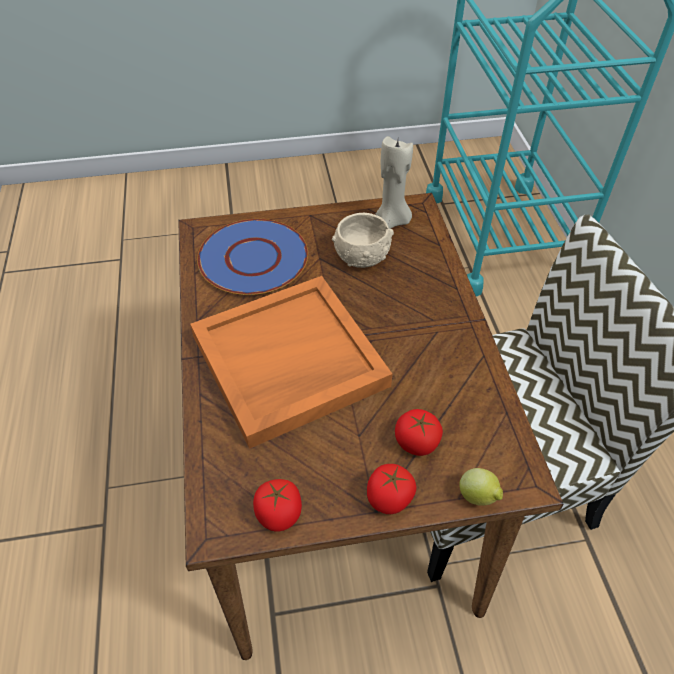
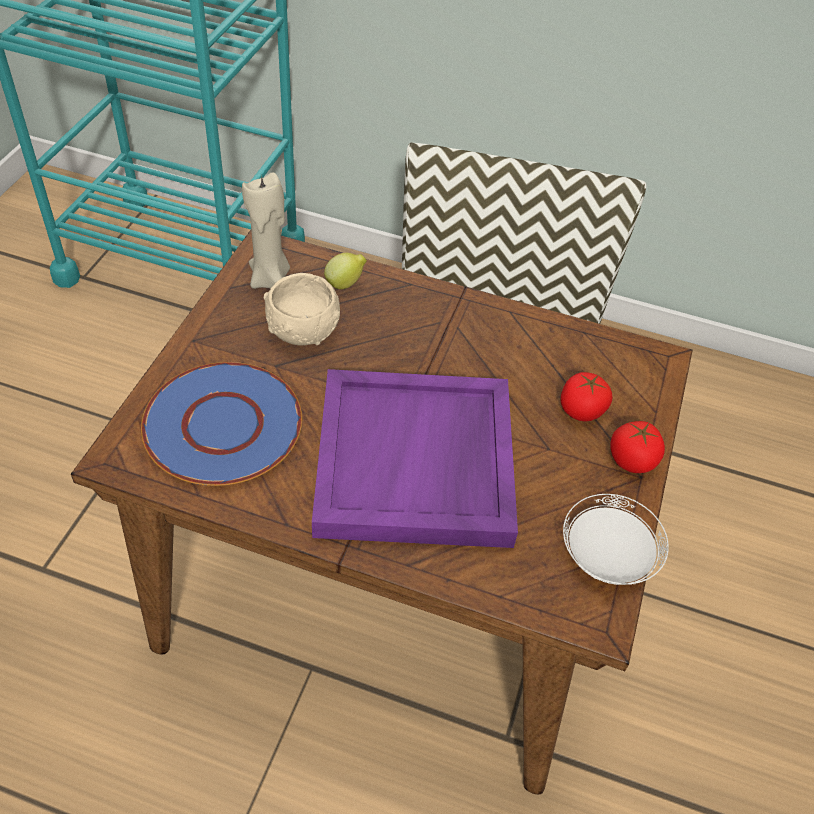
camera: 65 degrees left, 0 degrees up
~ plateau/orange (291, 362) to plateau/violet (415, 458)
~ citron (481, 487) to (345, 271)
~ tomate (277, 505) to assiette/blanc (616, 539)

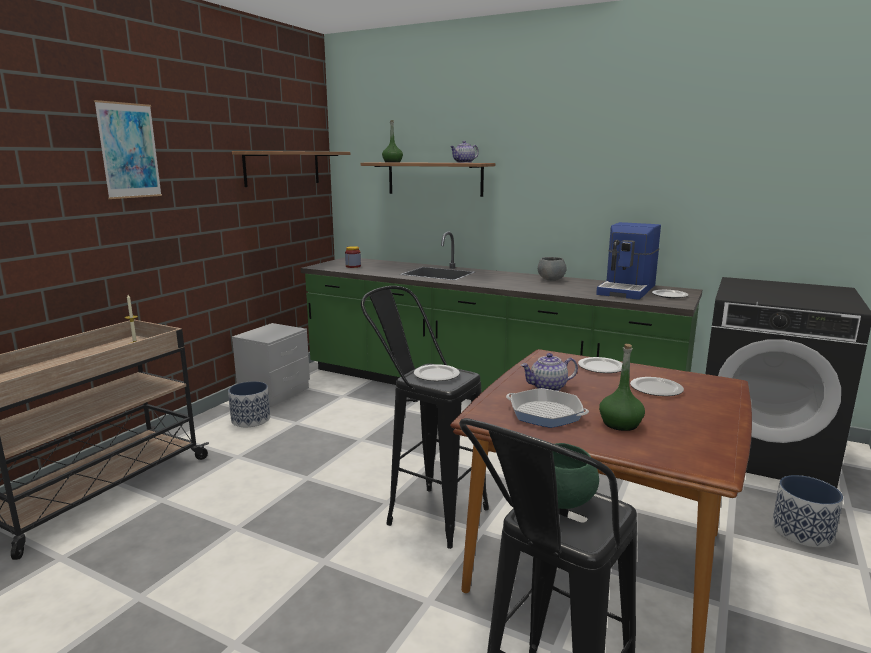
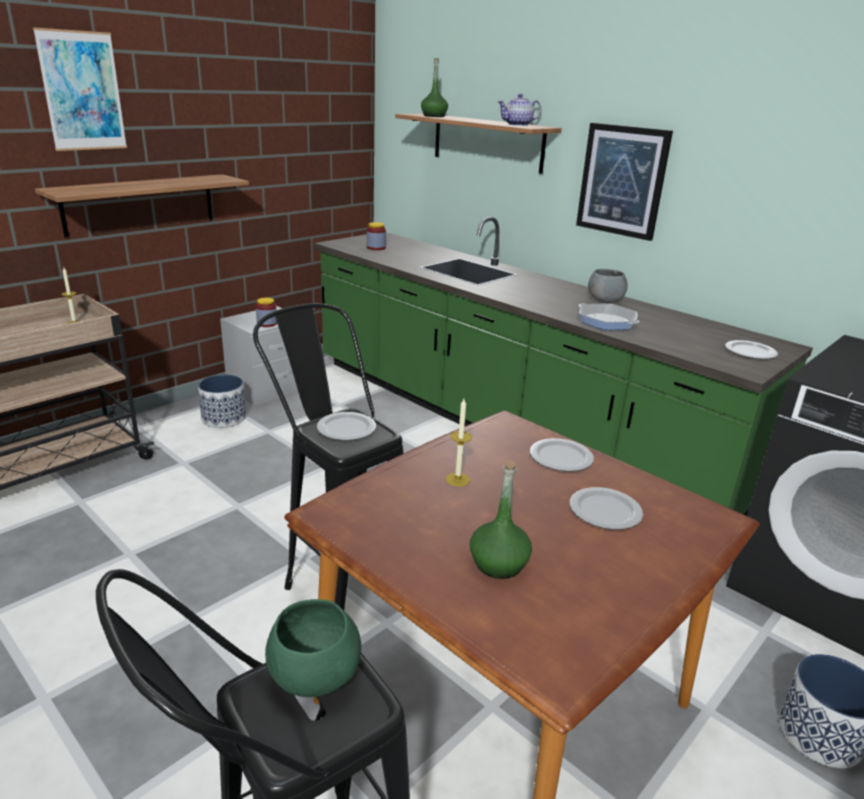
camera: 15 degrees right, 10 degrees up
~ étagère (291, 169) to (142, 206)
- machine à café (628, 261)
~ théière (549, 372) to bougie (459, 443)
~ poêle (547, 408) to (609, 317)
+ tableau (624, 182)
+ bocal (266, 312)

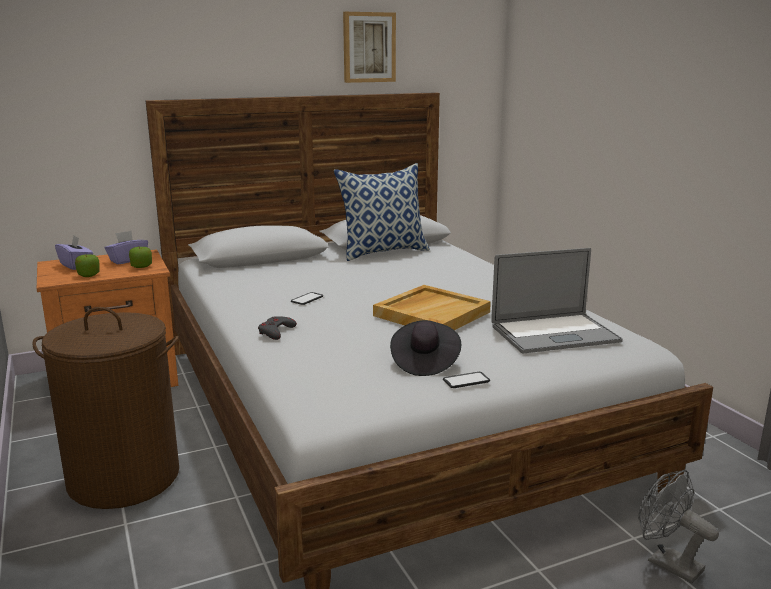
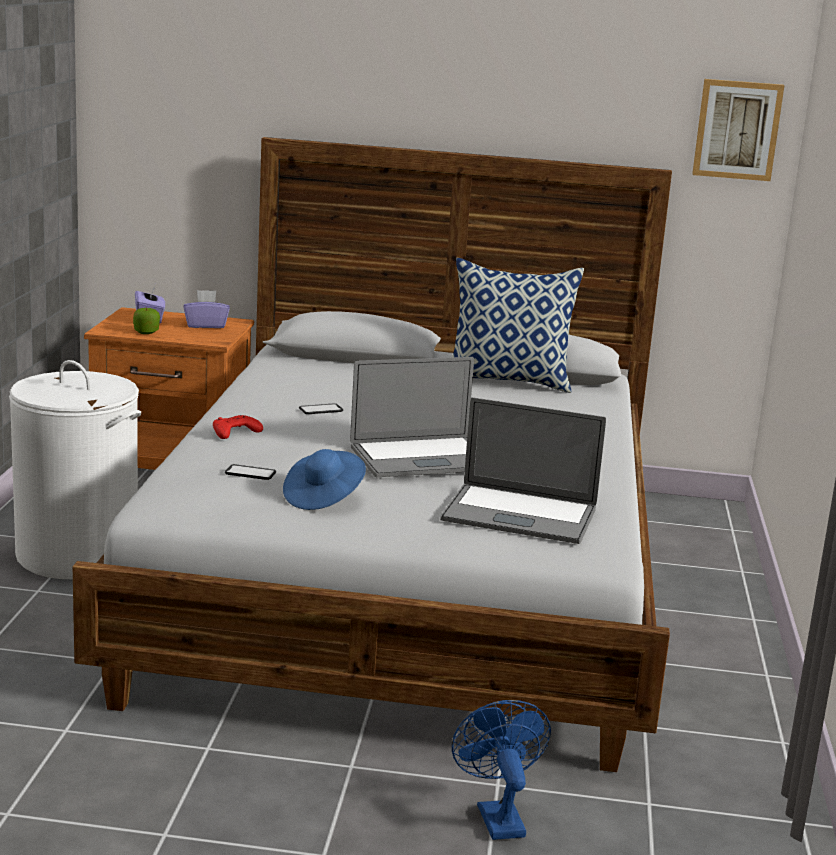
camera: 30 degrees right, 0 degrees up
~ tableau (369, 47) to (738, 130)
- pomme (140, 257)
~ plateau/beige (432, 307) to ordinateur portable (412, 417)
~ panier à linge/marron (105, 408) to panier à linge/blanc (75, 469)
~ manette/gris (277, 328) to manette/rouge (238, 427)
~ chapeau/noir (425, 348) to chapeau/bleu (324, 479)
~ téléphone (466, 380) to (250, 472)
~ ventilateur/gris (678, 526) to ventilateur/bleu (501, 770)

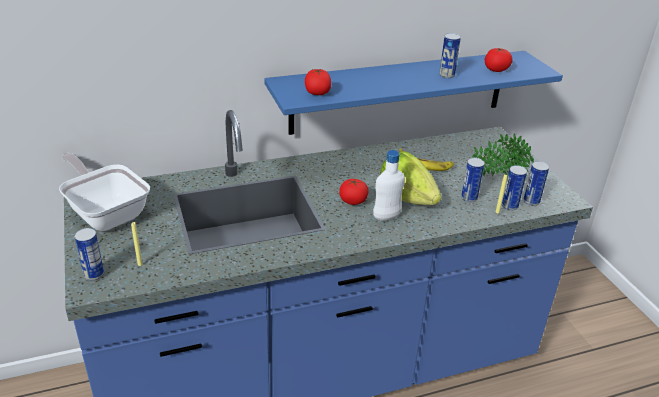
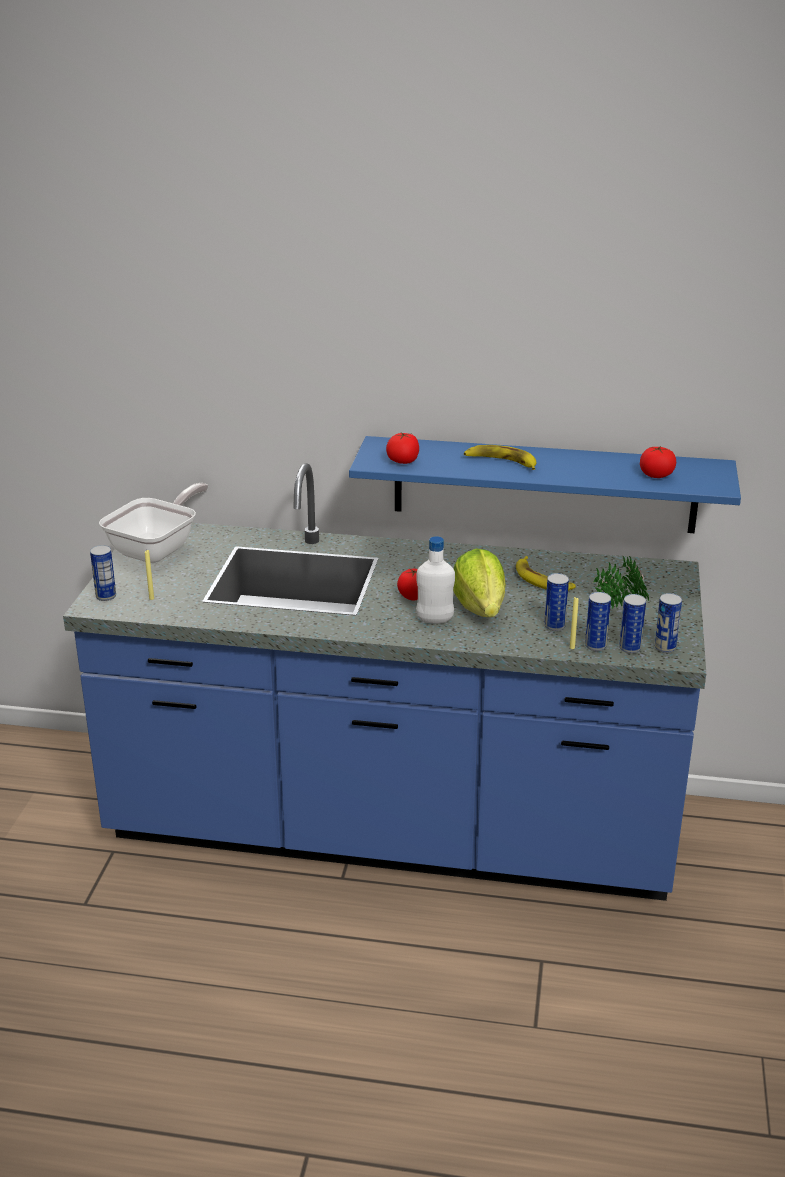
camera: 30 degrees right, 5 degrees down
~ boîte métallique (450, 55) to (668, 623)
~ poêle (104, 192) = (153, 523) 45 degrees clockwise
+ banane (500, 457)

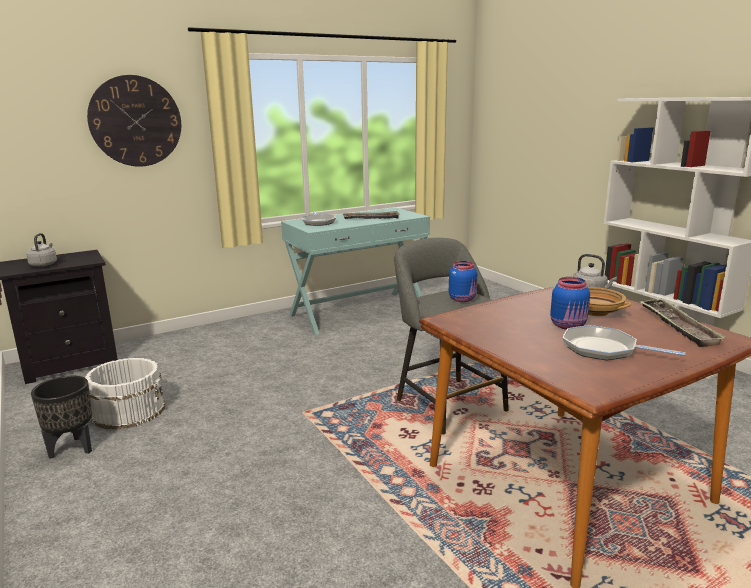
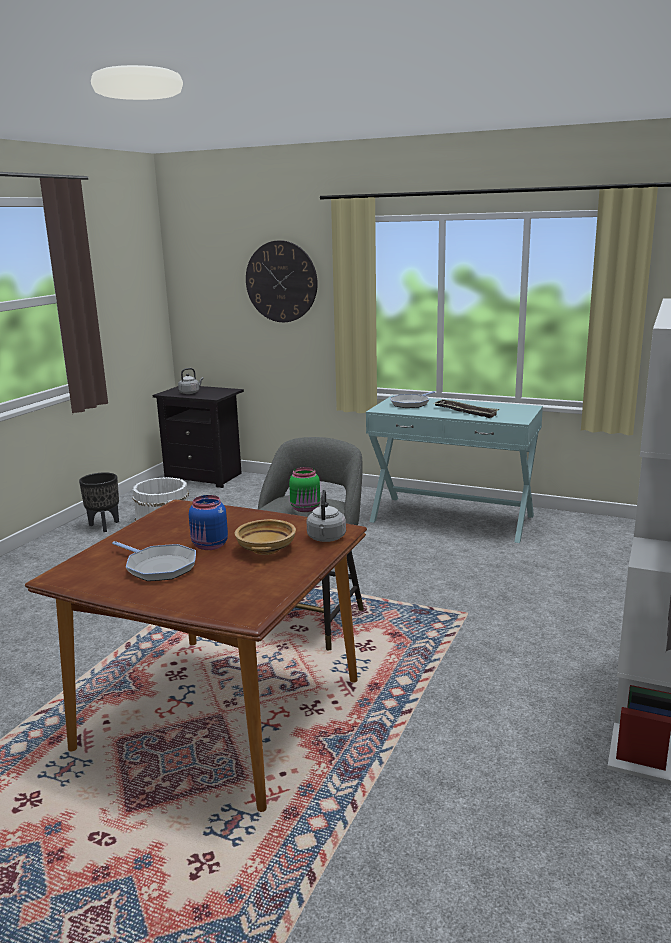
camera: 55 degrees right, 0 degrees up
~ bocal/bleu (463, 281) to bocal/vert (304, 489)
- plateau (683, 323)
~ poêle (624, 343) = (154, 561) 135 degrees clockwise

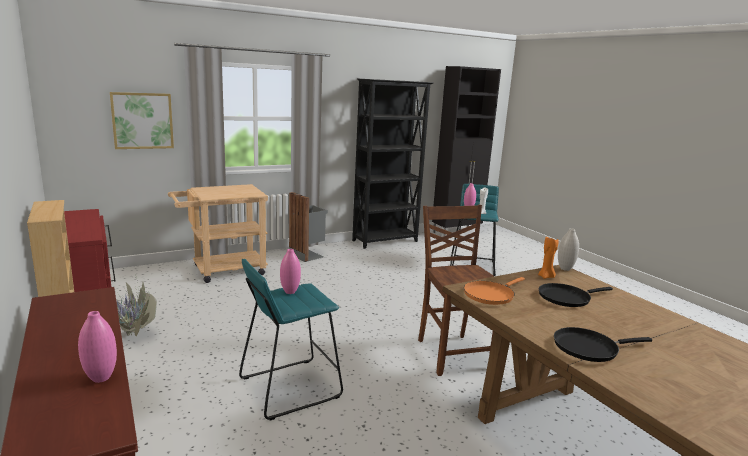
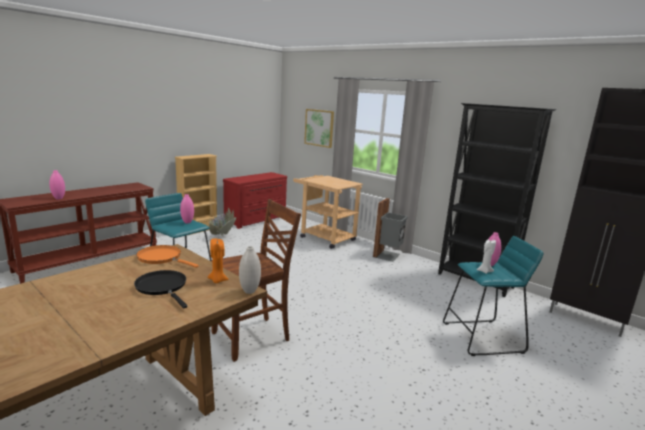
camera: 70 degrees right, 0 degrees up
- poêle/noir (603, 344)

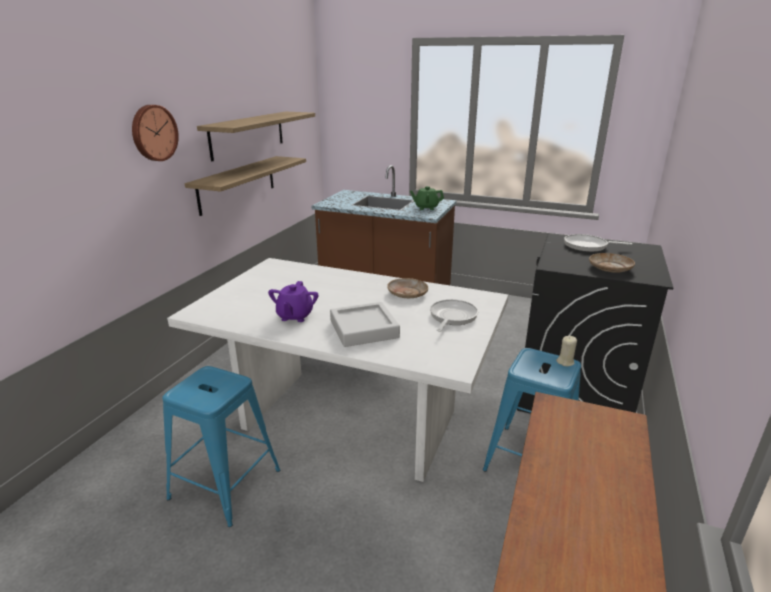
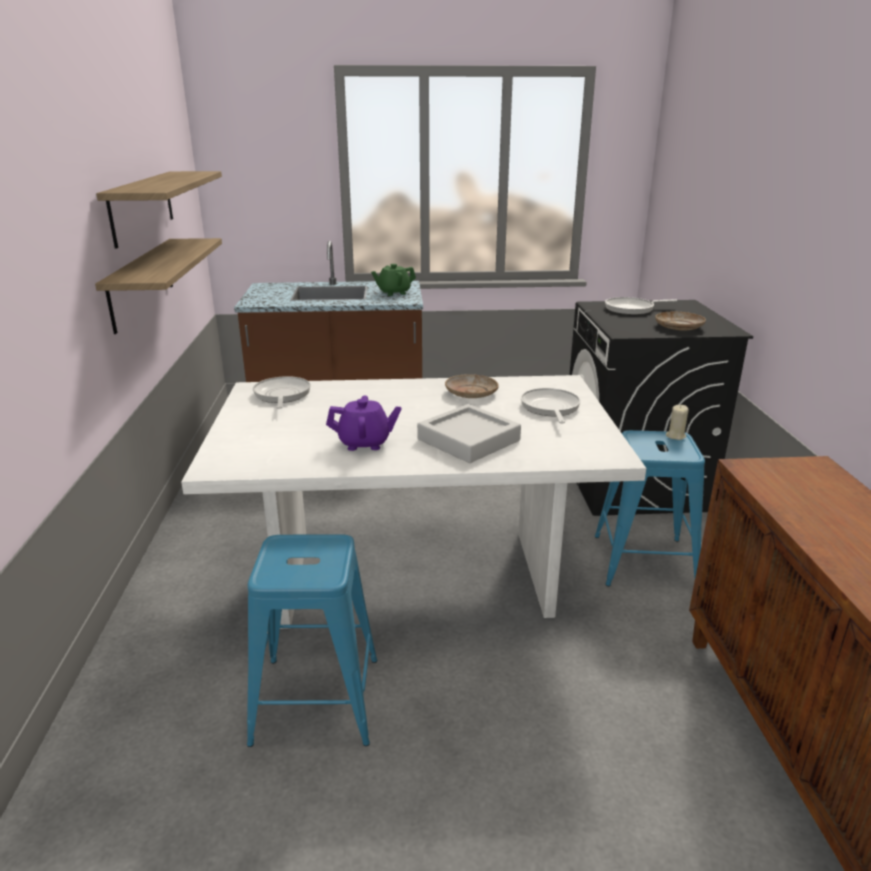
camera: 25 degrees left, 0 degrees up
- horloge murale (155, 133)
~ théière/violet (293, 301) = (363, 423) 75 degrees counterclockwise
+ poêle (282, 392)

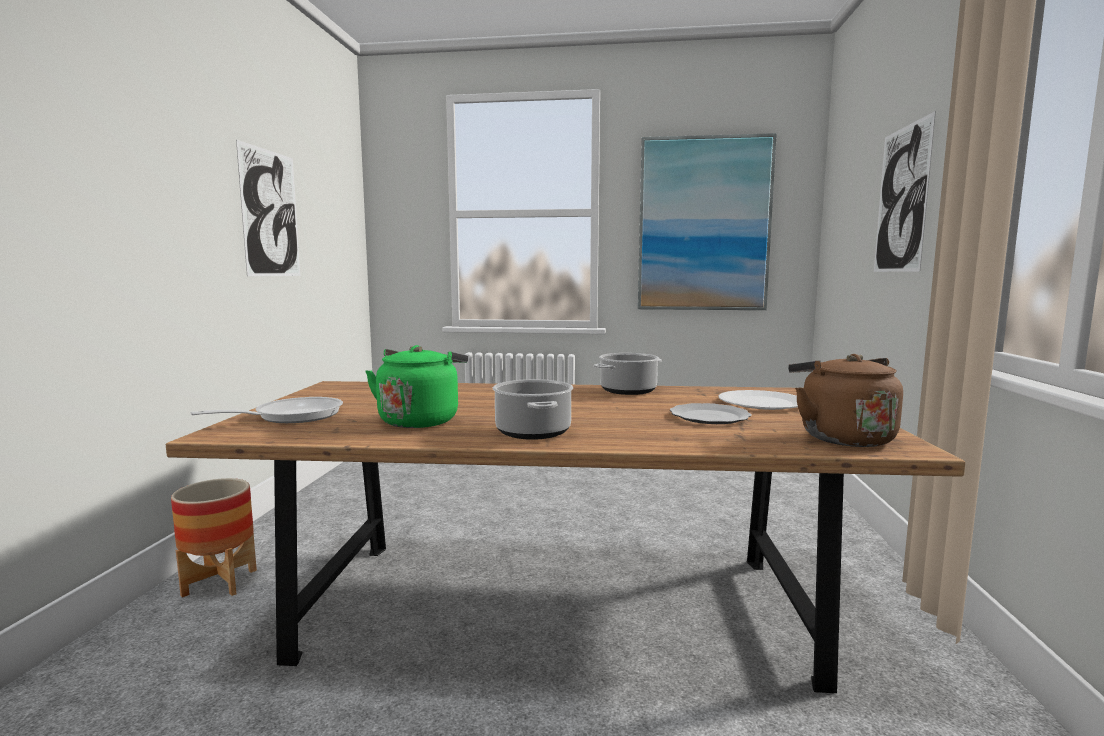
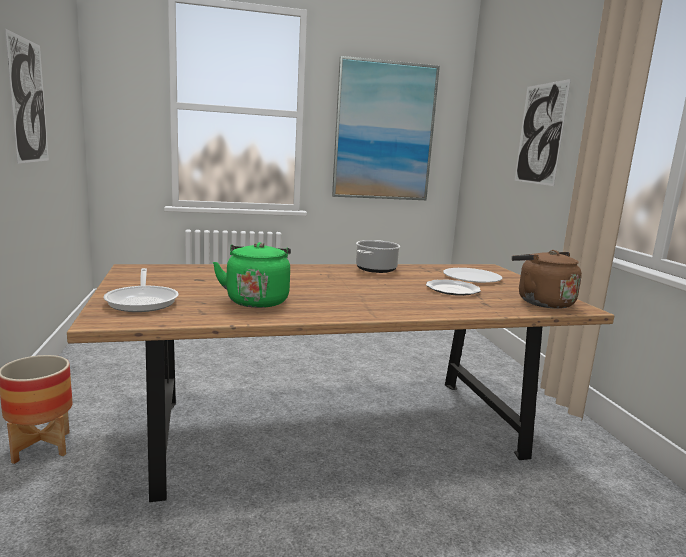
camera: 20 degrees left, 5 degrees up
- marmite (533, 409)
~ poêle (266, 410) = (141, 290) 135 degrees clockwise

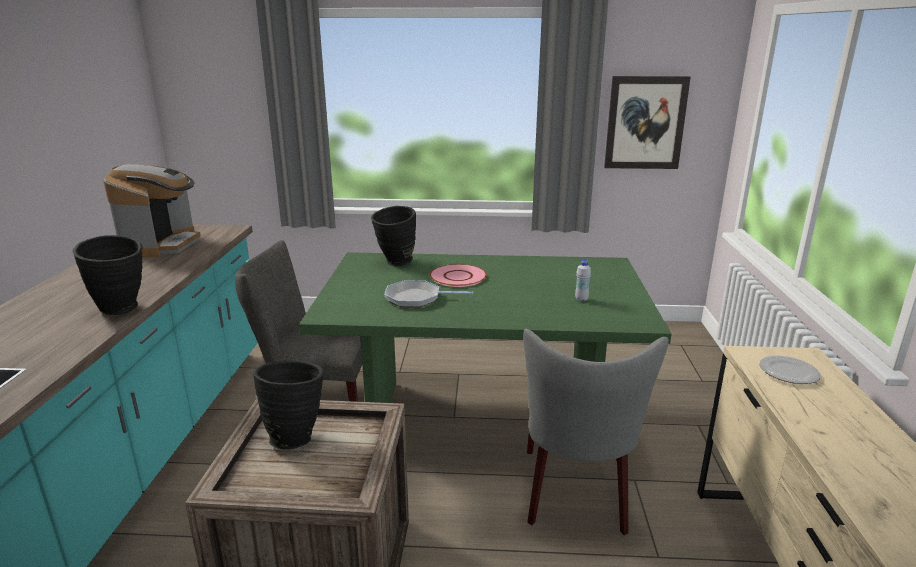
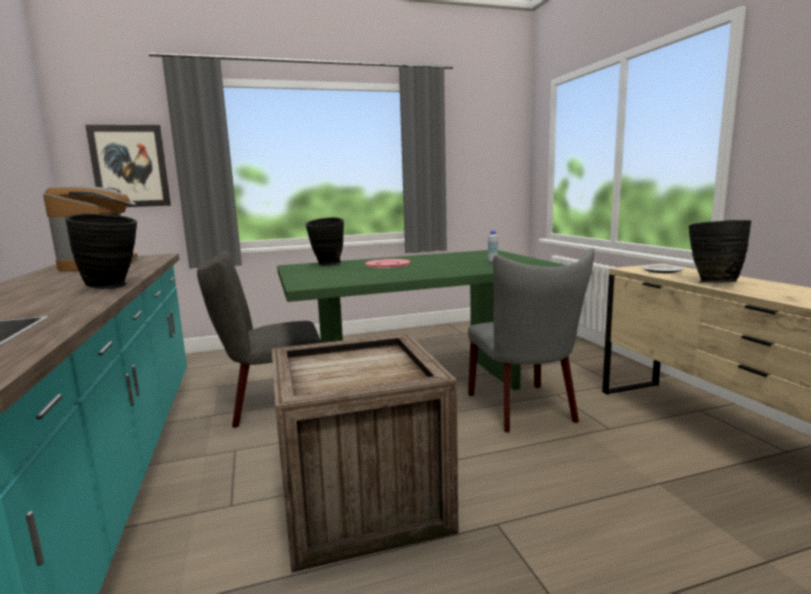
camera: 20 degrees left, 10 degrees down
~ tableau (647, 122) to (128, 166)
- poêle (428, 293)
~ vase/noir (288, 405) to (720, 251)

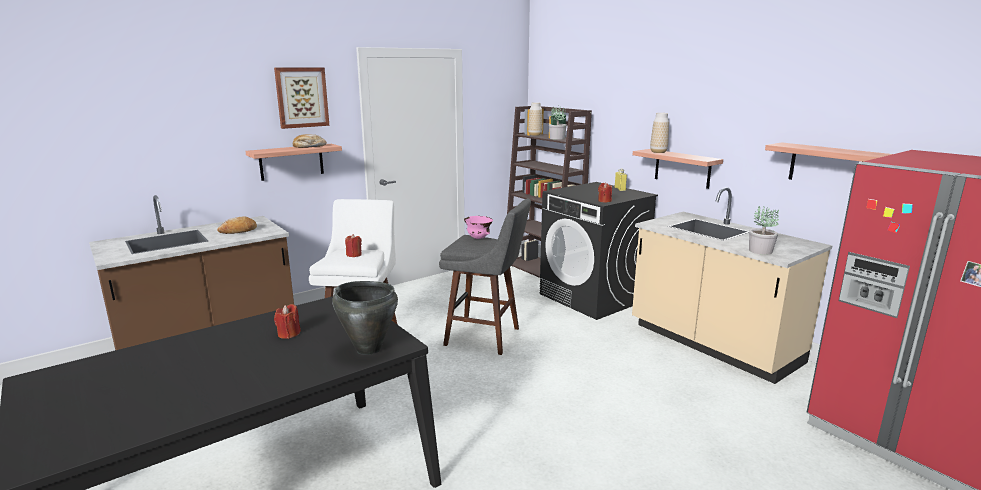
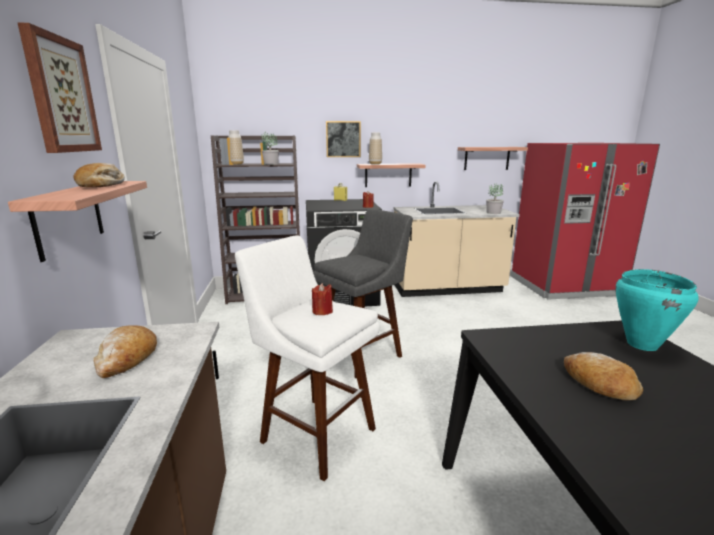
camera: 60 degrees left, 0 degrees up
- bol/rose (478, 227)
~ marmite/noir (365, 318) to marmite/turquoise (657, 310)
~ bougie/rouge (287, 321) to pain (603, 376)
+ tableau (343, 139)

